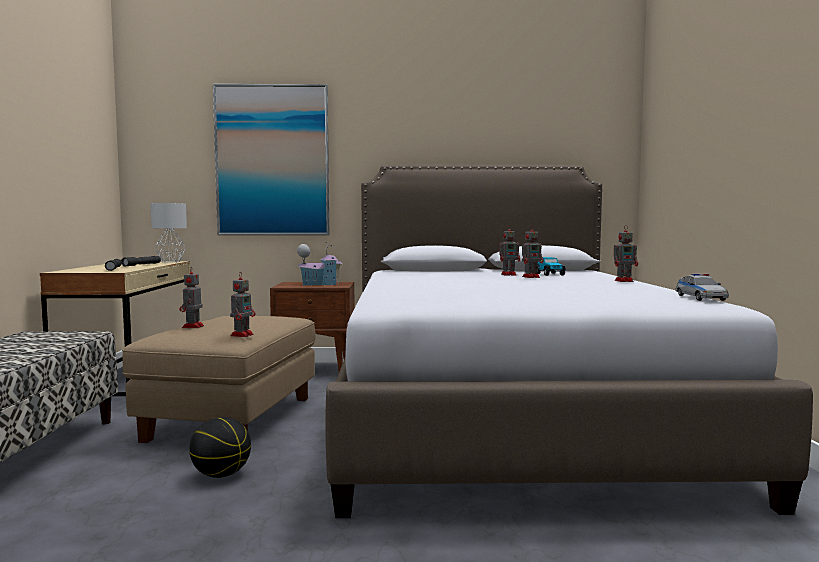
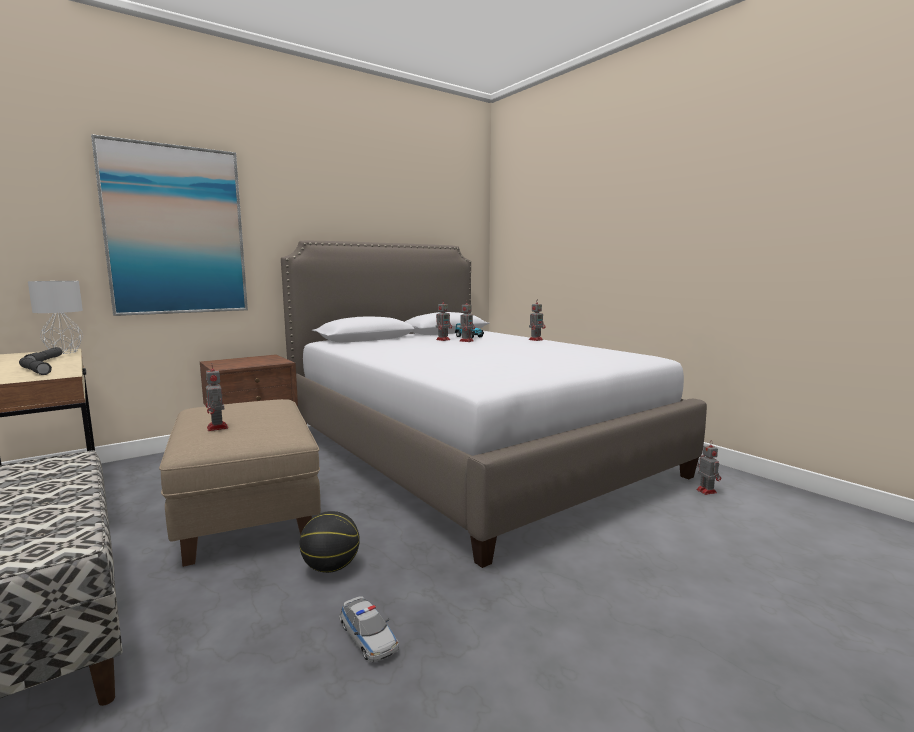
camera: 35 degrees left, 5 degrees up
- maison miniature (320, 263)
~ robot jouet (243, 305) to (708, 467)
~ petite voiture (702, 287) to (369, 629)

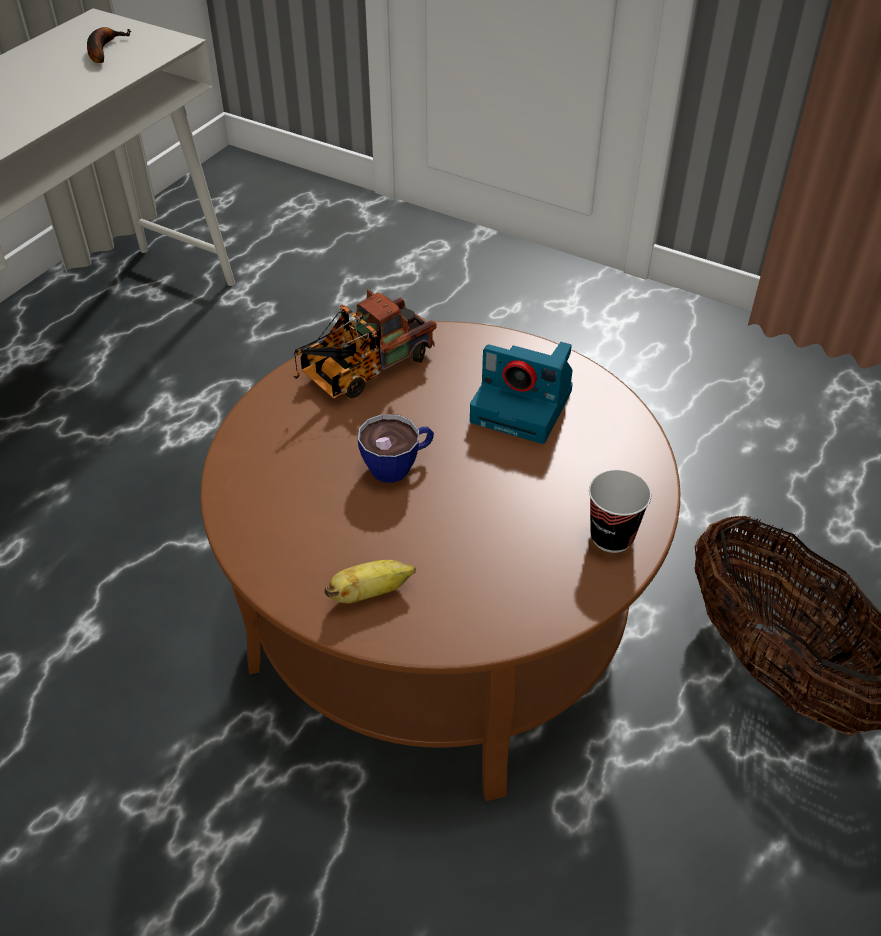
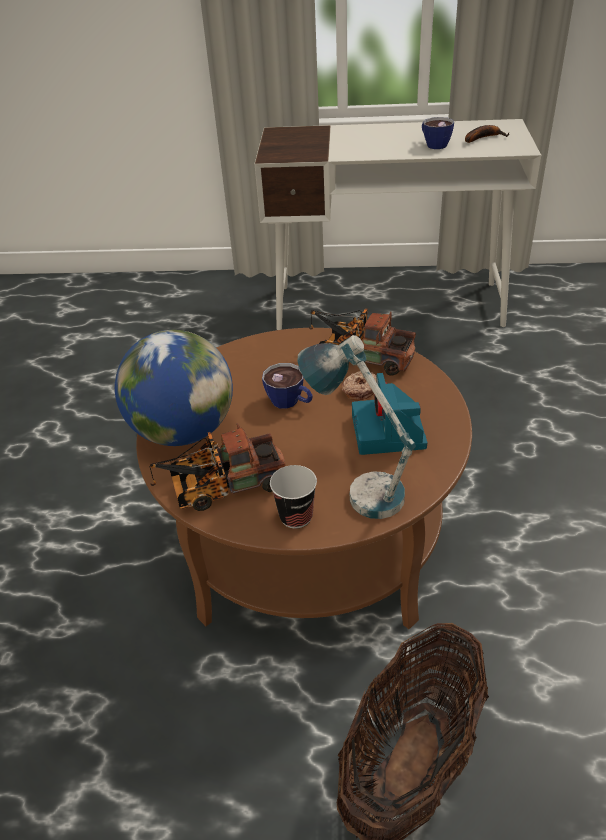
camera: 65 degrees right, 5 degrees down
~ banane (370, 582) to globe (174, 388)
+ tasse (438, 133)
+ lampe de table (356, 427)
+ beignet (359, 385)
+ camion jouet (218, 467)

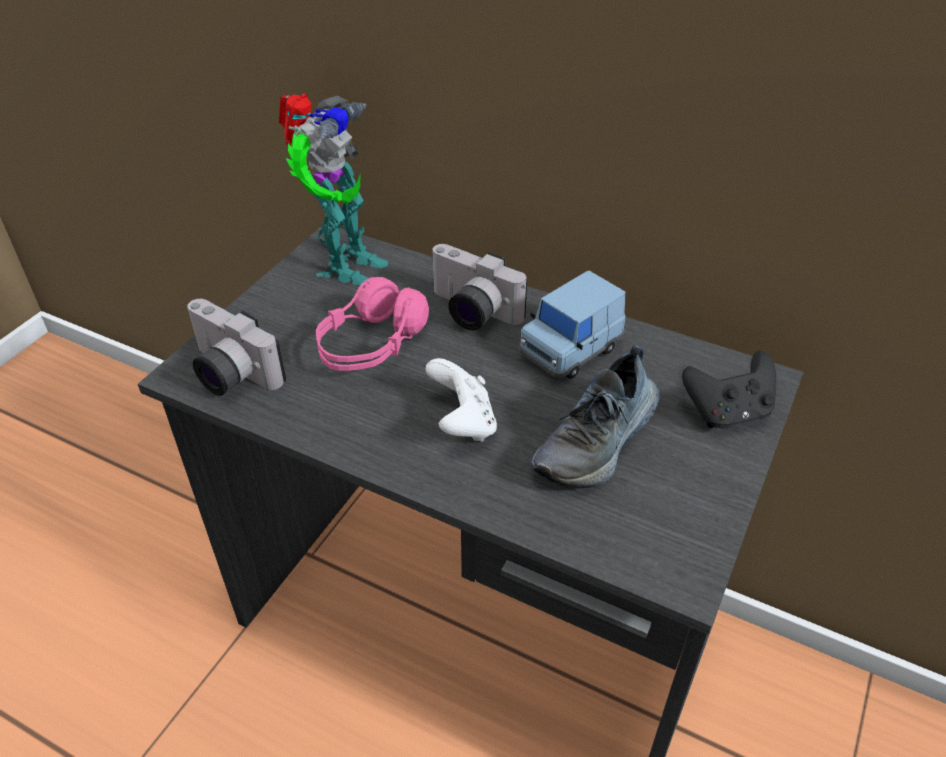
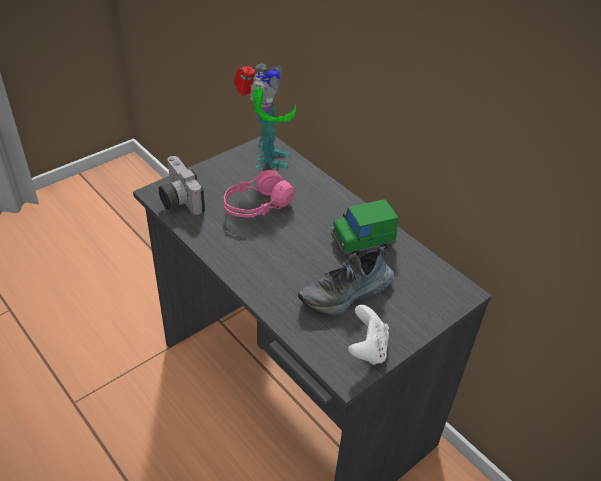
camera: 20 degrees right, 0 degrees up
~ robot jouet (333, 189) = (264, 115) 45 degrees counterclockwise
- appareil photo (478, 287)
~ petite voiture/bleu (572, 325) to petite voiture/vert (364, 227)
- manette/noir (729, 389)
~ manette/blanc (461, 400) to (368, 335)

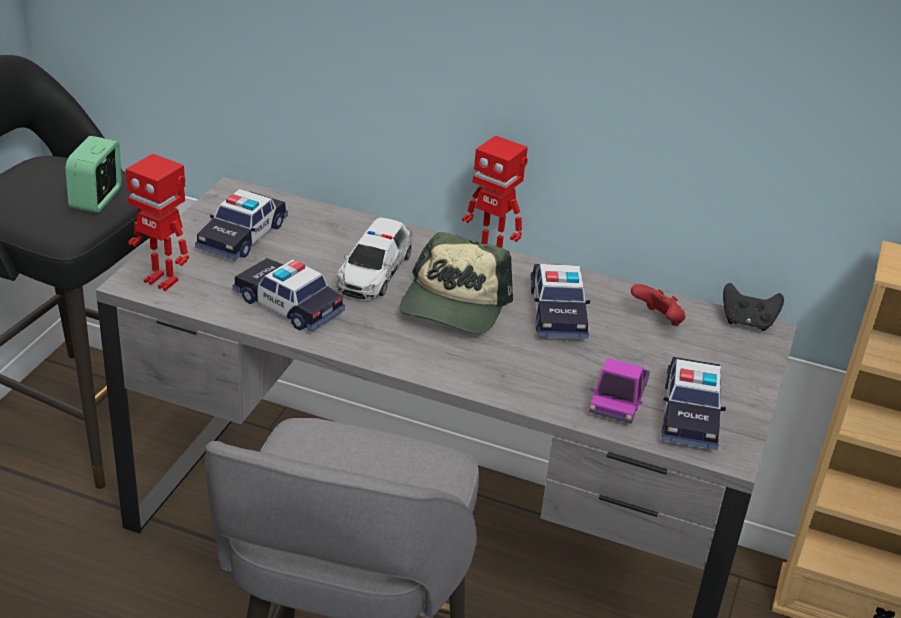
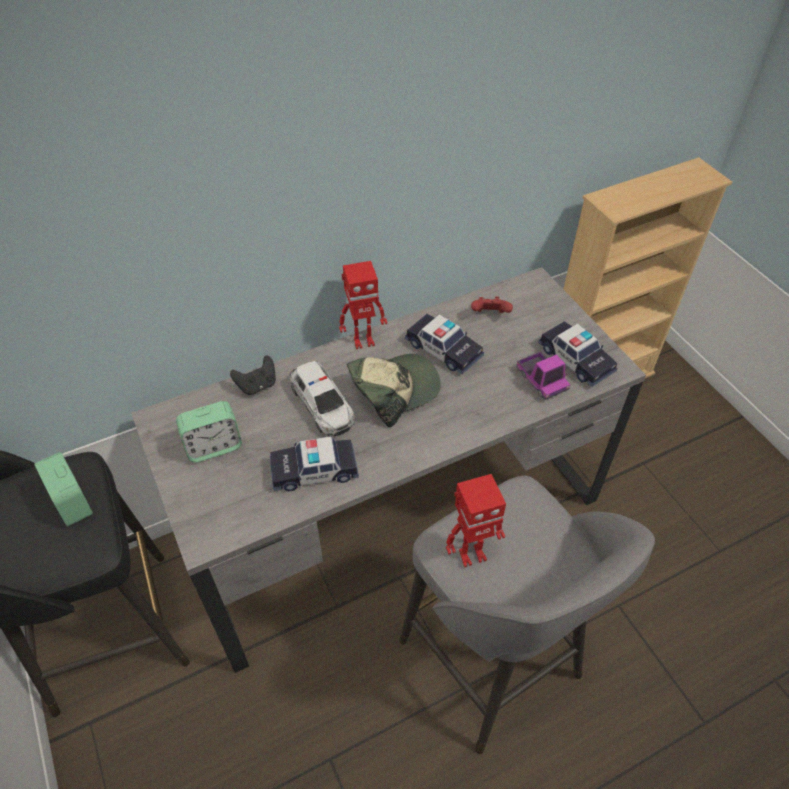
camera: 45 degrees left, 15 degrees up
~ robot jouet (157, 222) to (476, 520)
~ petite voiture (241, 225) to réveil (209, 432)
~ casquette (456, 283) = (394, 390) 90 degrees counterclockwise
~ manette/noir (753, 307) to (253, 375)

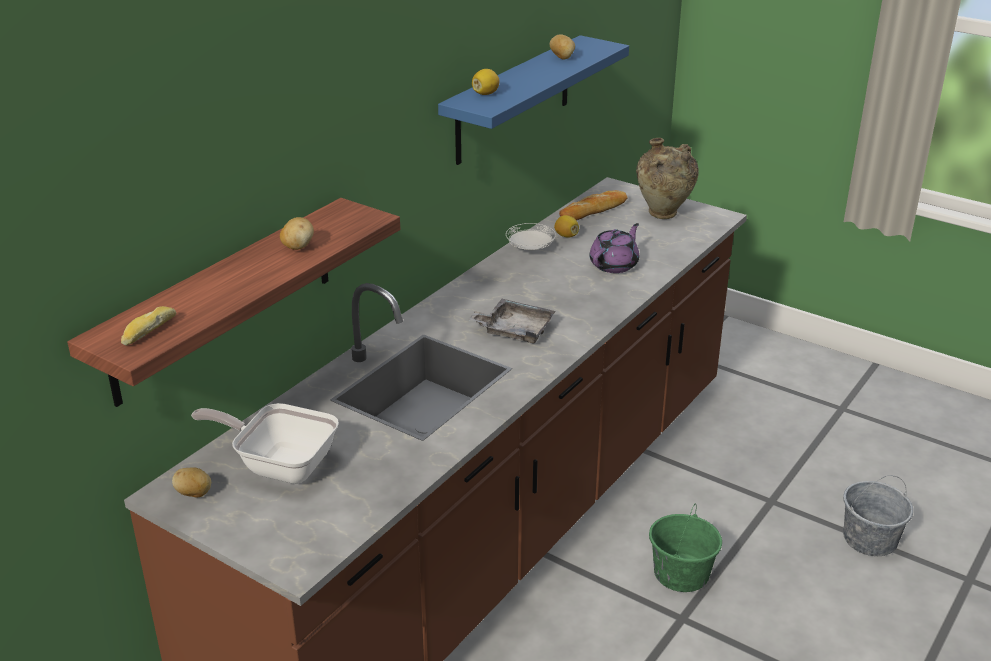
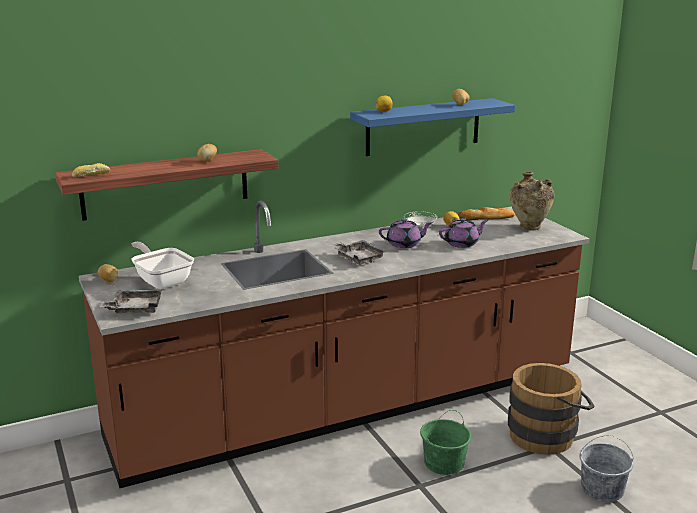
camera: 30 degrees right, 10 degrees down
+ théière/violet (405, 233)
+ plateau/gris (130, 301)
+ seau/marron (551, 409)

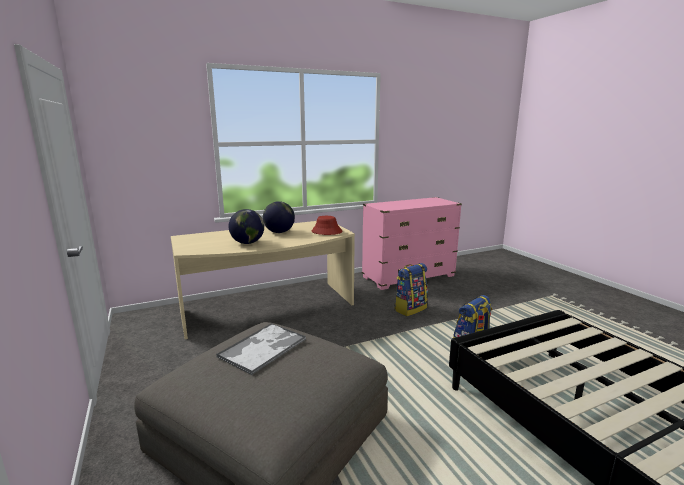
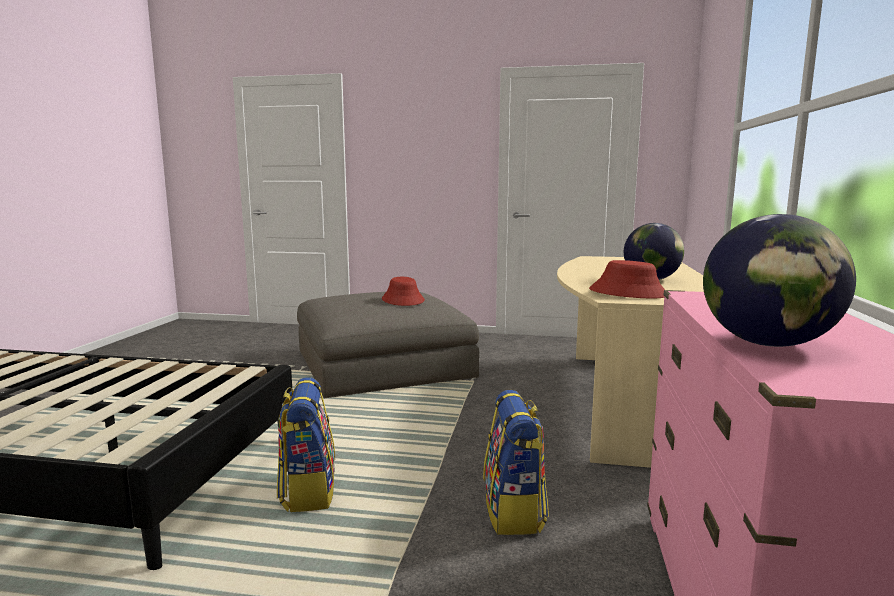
camera: 125 degrees right, 5 degrees down
~ globe (246, 226) to (779, 280)
~ plateau (261, 349) to chapeau/rouge (403, 291)

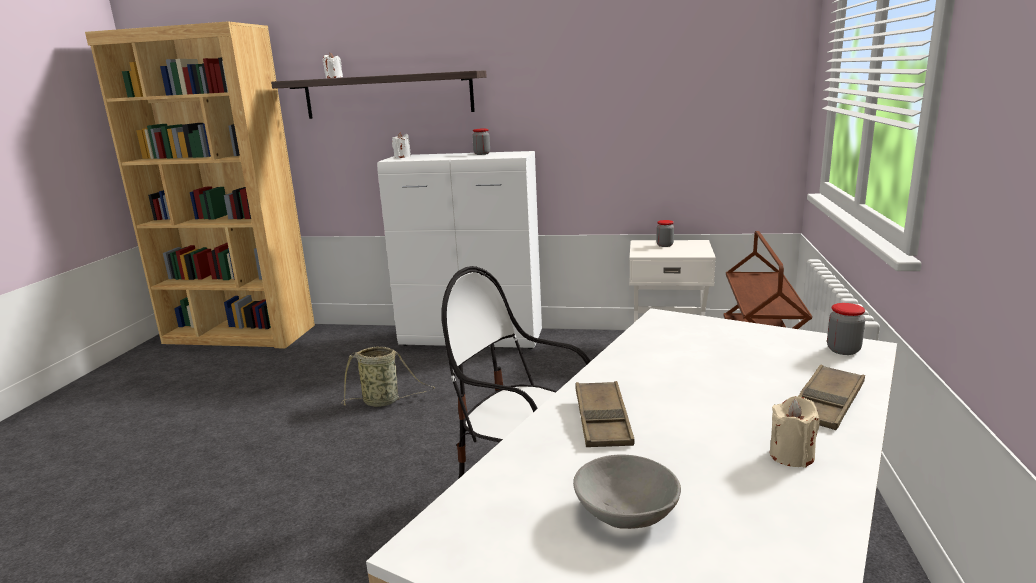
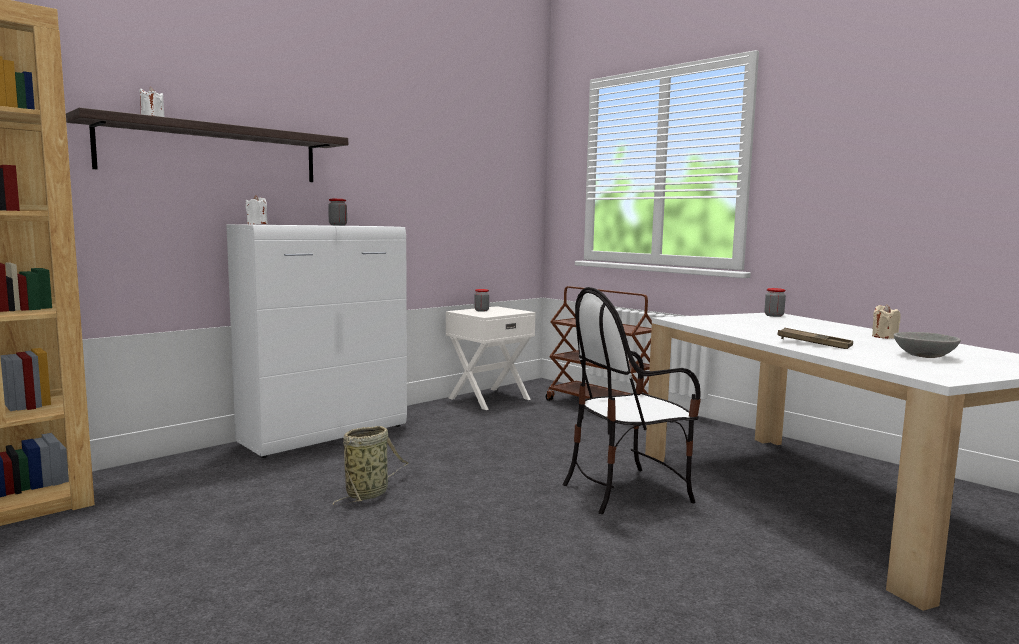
camera: 55 degrees left, 10 degrees down
- plateau/marron (831, 397)

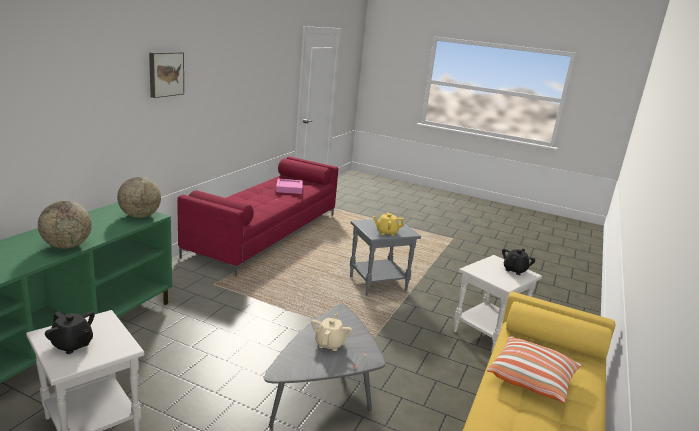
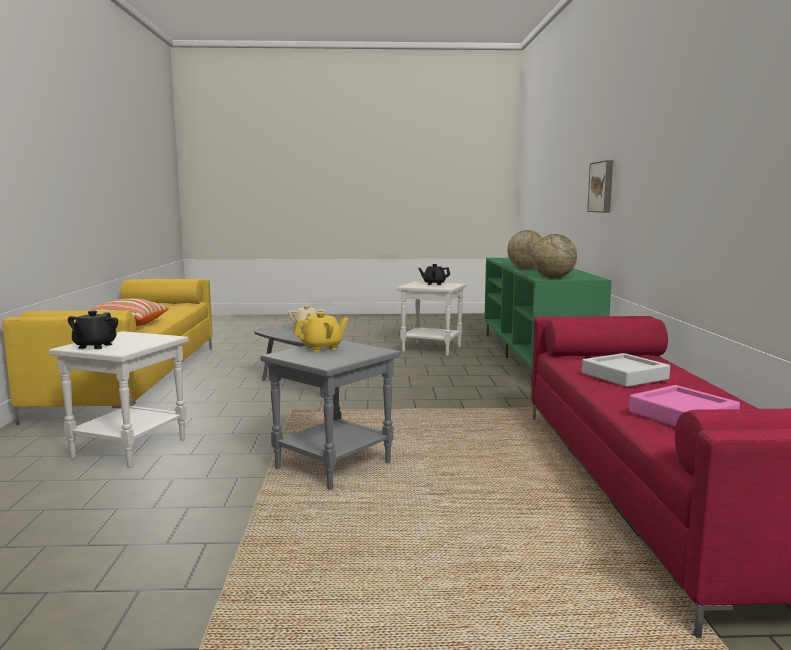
camera: 155 degrees right, 10 degrees down
~ tableau (166, 75) to (600, 186)
+ plateau/gris (626, 370)

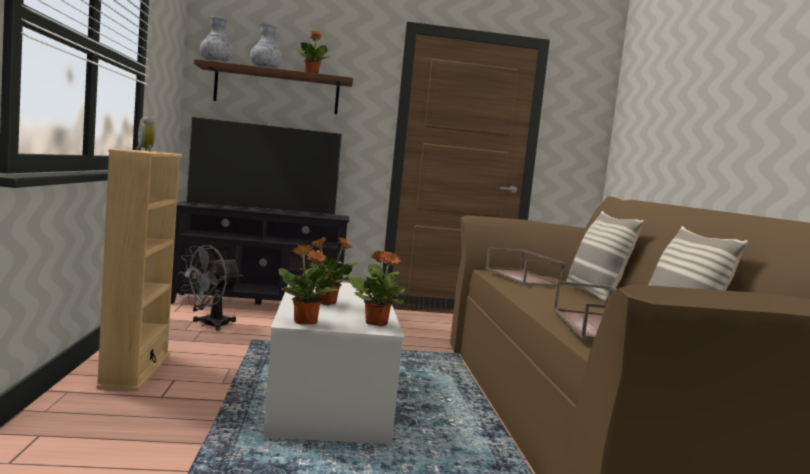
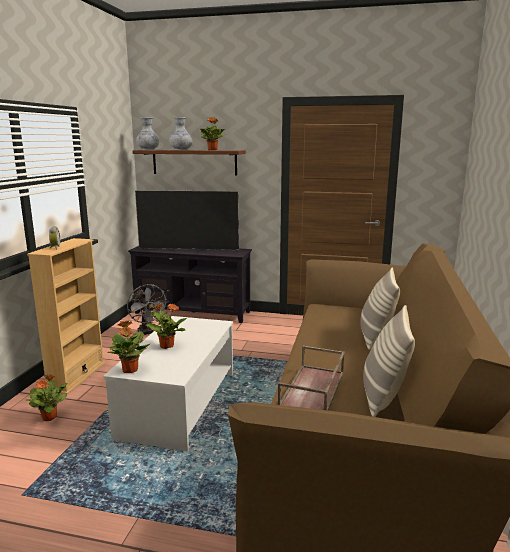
camera: 20 degrees right, 10 degrees up
~ ventilateur/gris (210, 288) = (148, 309) 90 degrees counterclockwise
- plateau/marron (526, 267)
~ plante en pot (378, 288) to (47, 397)

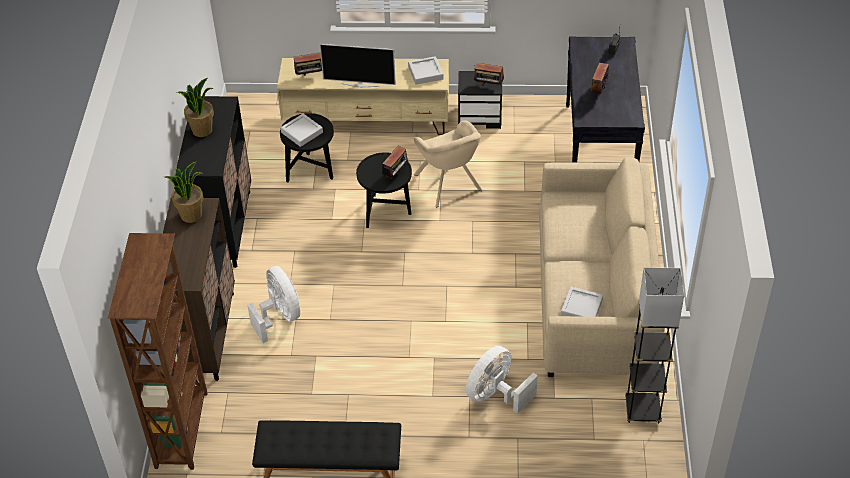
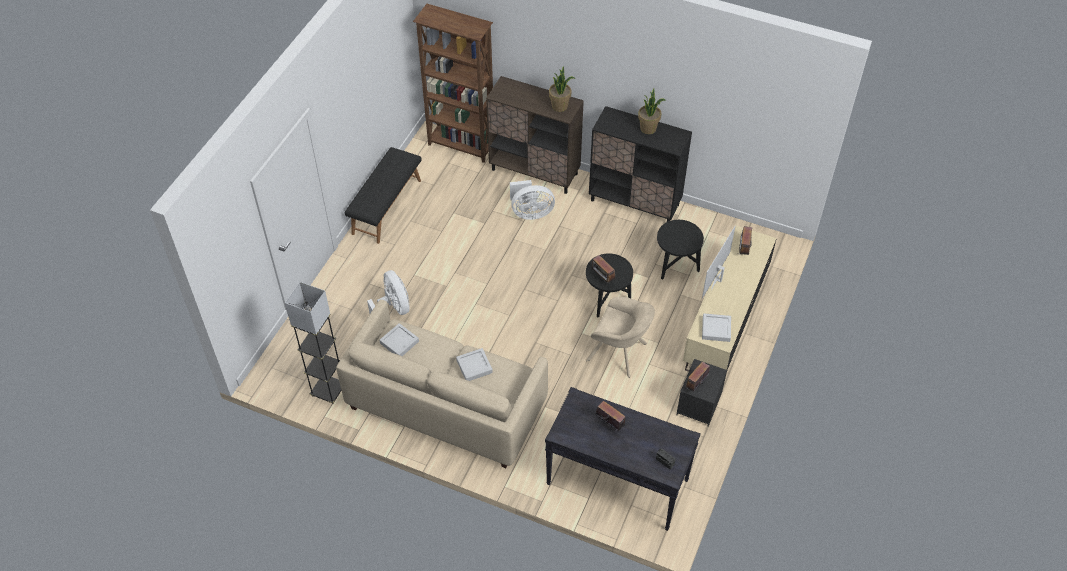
camera: 110 degrees right, 5 degrees up
~ plateau/gris (302, 130) to (474, 364)
~ fauteuil/beige (448, 163) = (620, 337) 150 degrees counterclockwise

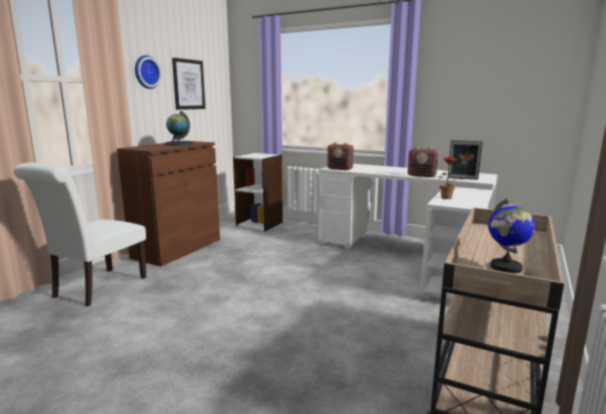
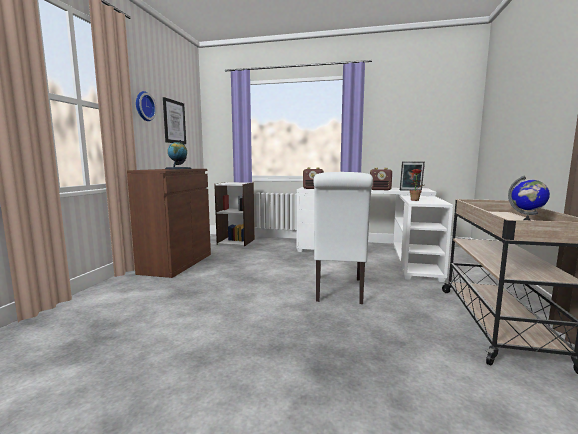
camera: 15 degrees left, 5 degrees down
~ chaise/blanc (80, 235) to (343, 238)

